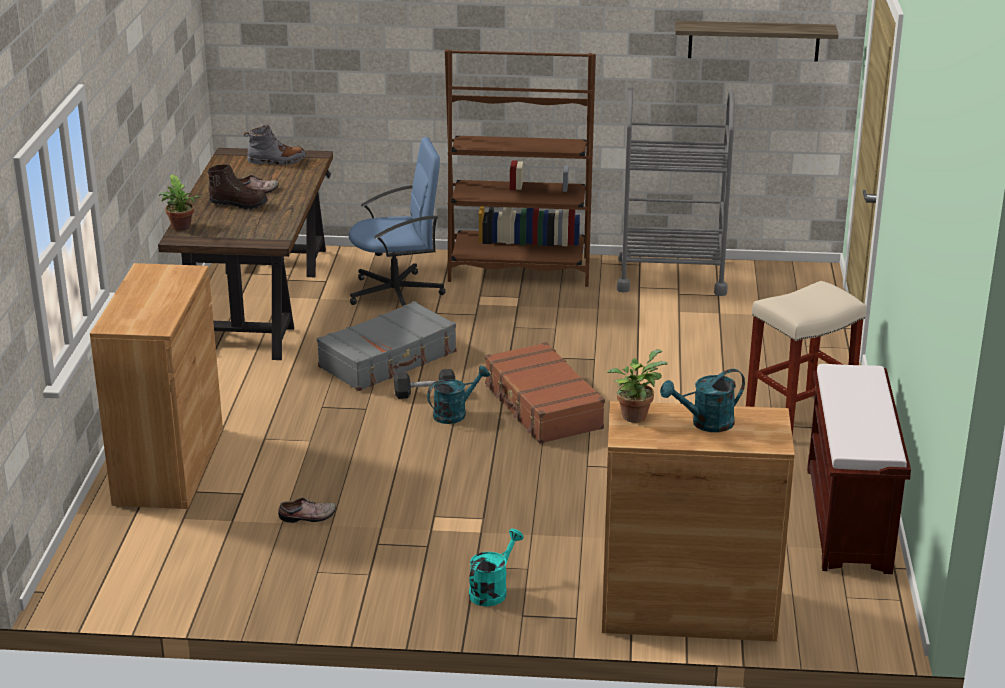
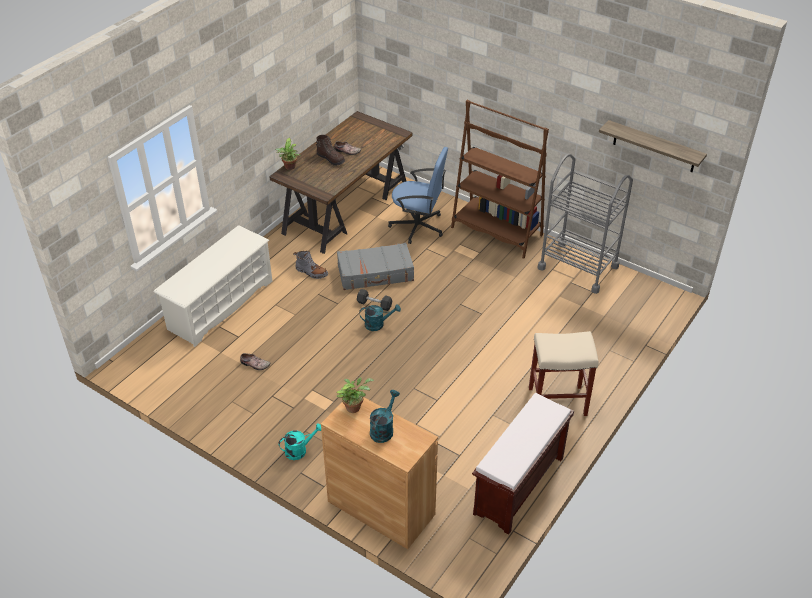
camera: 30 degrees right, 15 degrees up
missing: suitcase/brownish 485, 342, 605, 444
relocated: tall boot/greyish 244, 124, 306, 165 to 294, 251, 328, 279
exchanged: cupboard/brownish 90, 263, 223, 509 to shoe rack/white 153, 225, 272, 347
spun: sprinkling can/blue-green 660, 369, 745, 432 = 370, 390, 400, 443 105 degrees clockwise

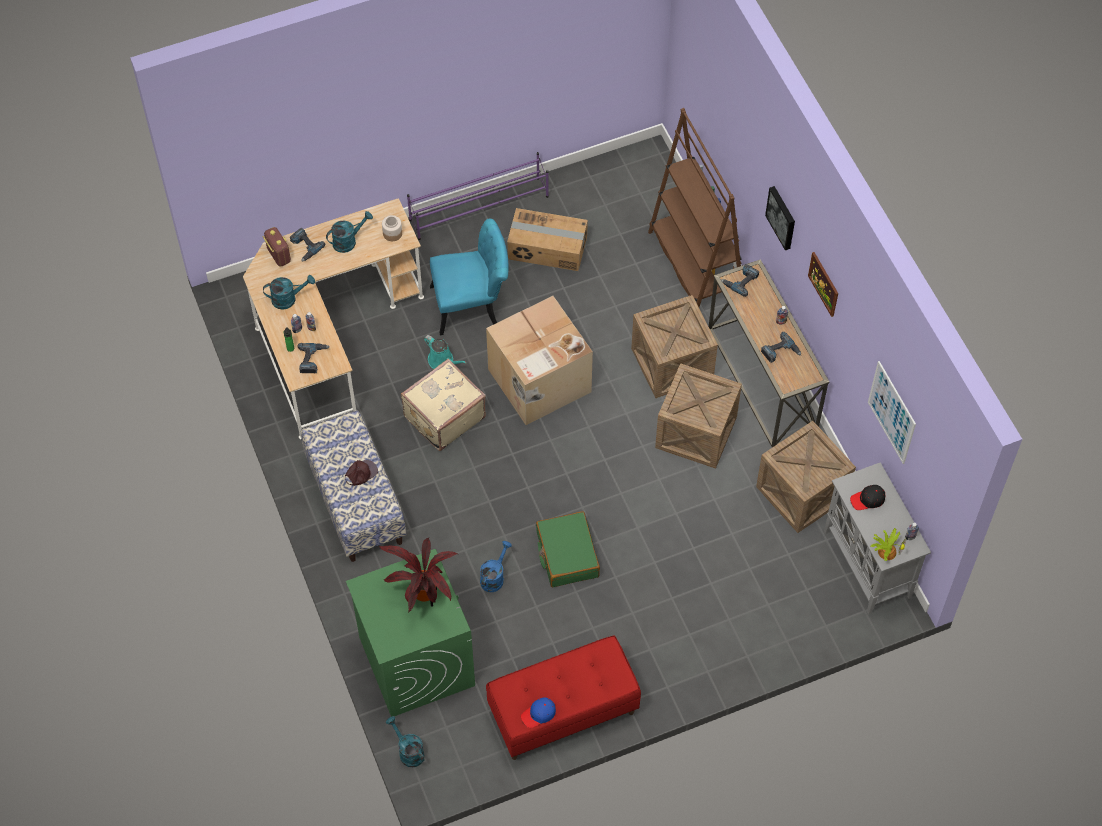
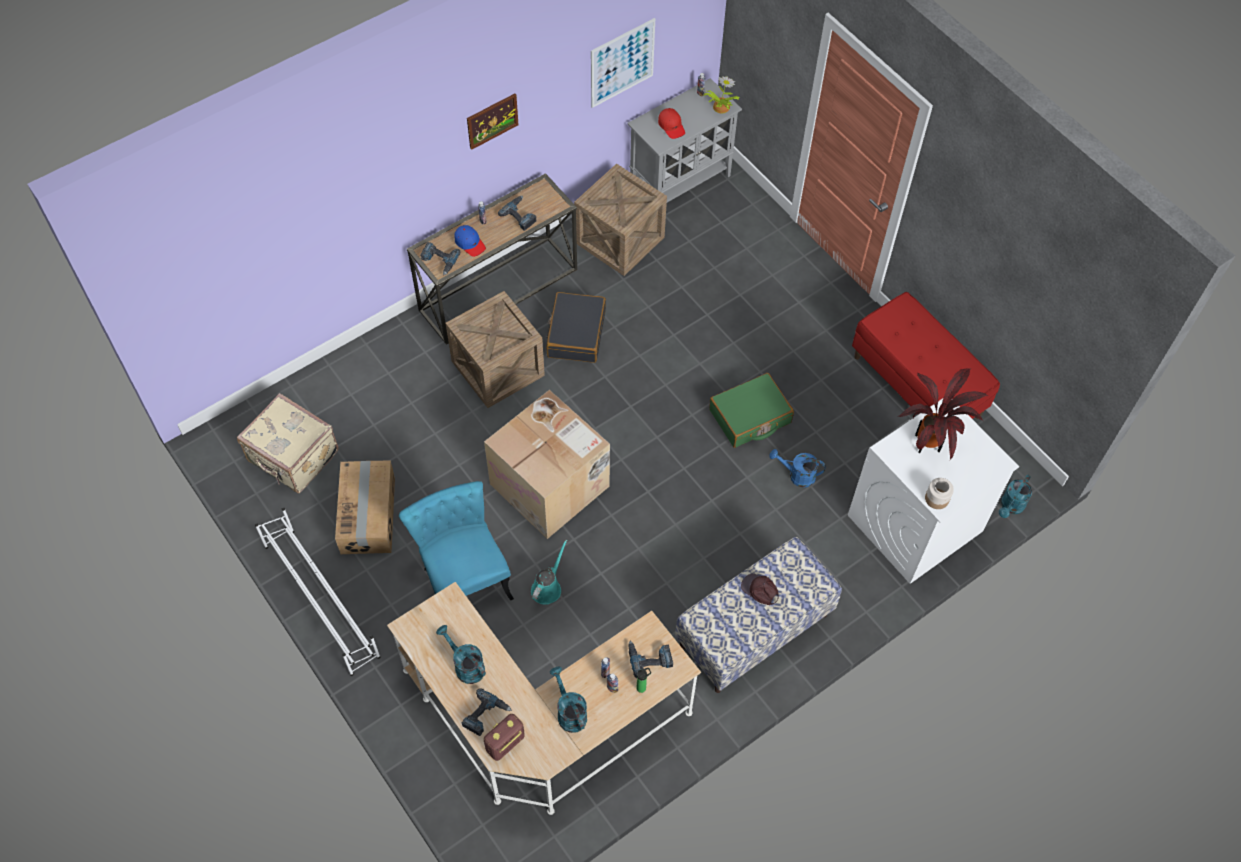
camera: 105 degrees left, 0 degrees up
missing: bookshelf/brownish 648, 108, 742, 307; picture 765, 186, 795, 250
relocated: jar 382, 215, 402, 241 to 925, 478, 954, 509; suitcase/sand-coloured 401, 359, 486, 451 to 237, 393, 339, 493; cap/blue-coloured 521, 697, 556, 728 to 454, 225, 486, 257
exchanged: packing crate 655, 363, 742, 469 to suitcase/black-coloured 546, 292, 606, 363
colour: laundry appliance/green 346, 549, 475, 717 to laundry appliance/white 848, 398, 1020, 584; shoe rack/purple-coloured 407, 152, 549, 240 to shoe rack/white 255, 507, 380, 676; cap/black-coloured 850, 485, 886, 510 to cap/red 658, 108, 685, 139

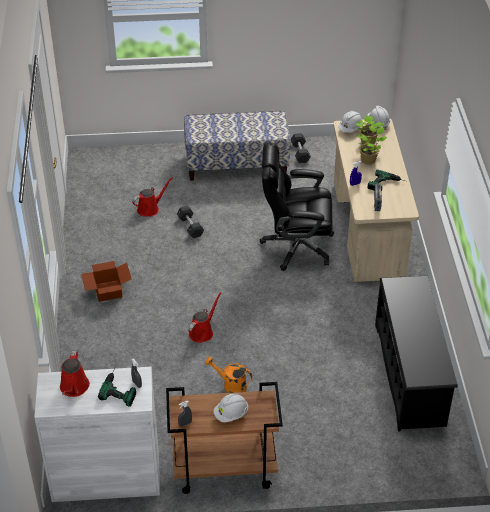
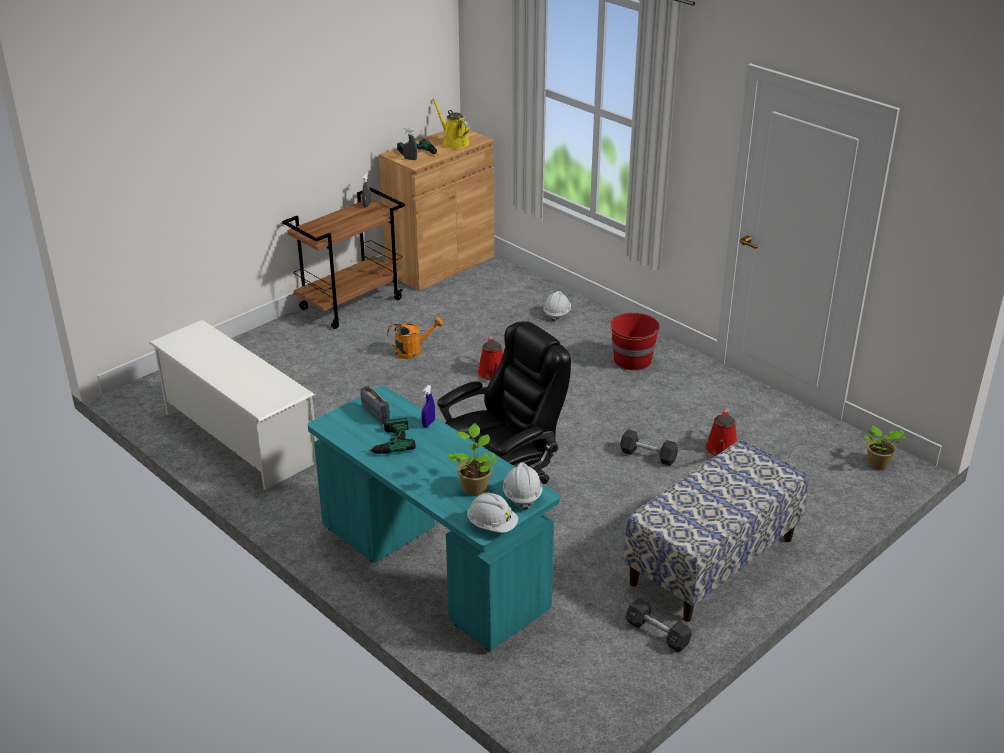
camera: 140 degrees right, 10 degrees down
relocated: safety helmet/white 214, 394, 248, 422 to 544, 291, 571, 322; plant in a pot 357, 126, 387, 165 to 864, 426, 907, 469
exchanged: packing box 81, 261, 131, 302 to water bucket/red 609, 313, 660, 370
colour: cupboard/white 34, 367, 160, 502 to cupboard/brownish 379, 130, 494, 291; sprinkling can/red 60, 351, 90, 397 to sprinkling can/yellowish 432, 99, 470, 149; desk unit/sand-coloured 333, 119, 419, 282 to desk unit/blue-green 307, 386, 560, 651; shoe rack/black-coloured 375, 275, 458, 432 to shoe rack/white 149, 320, 317, 490

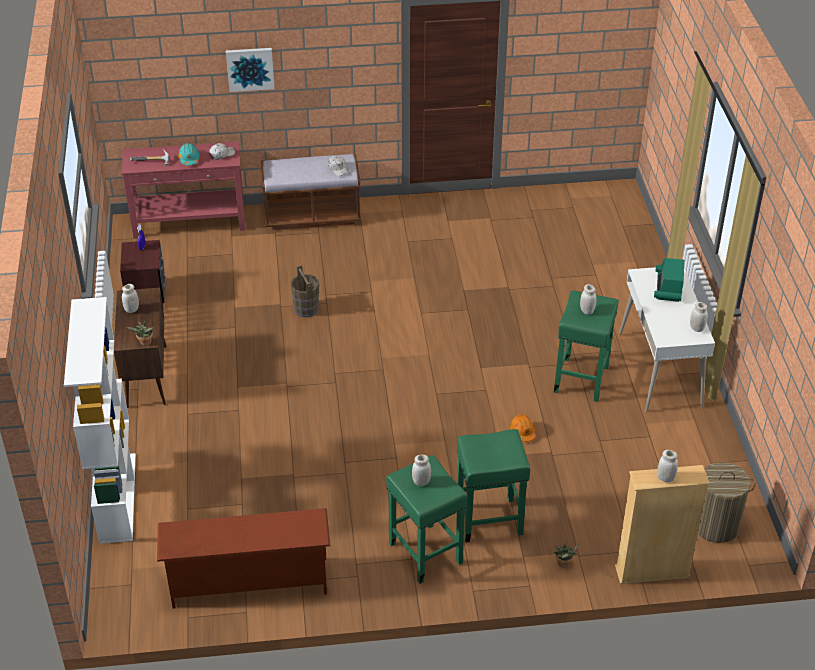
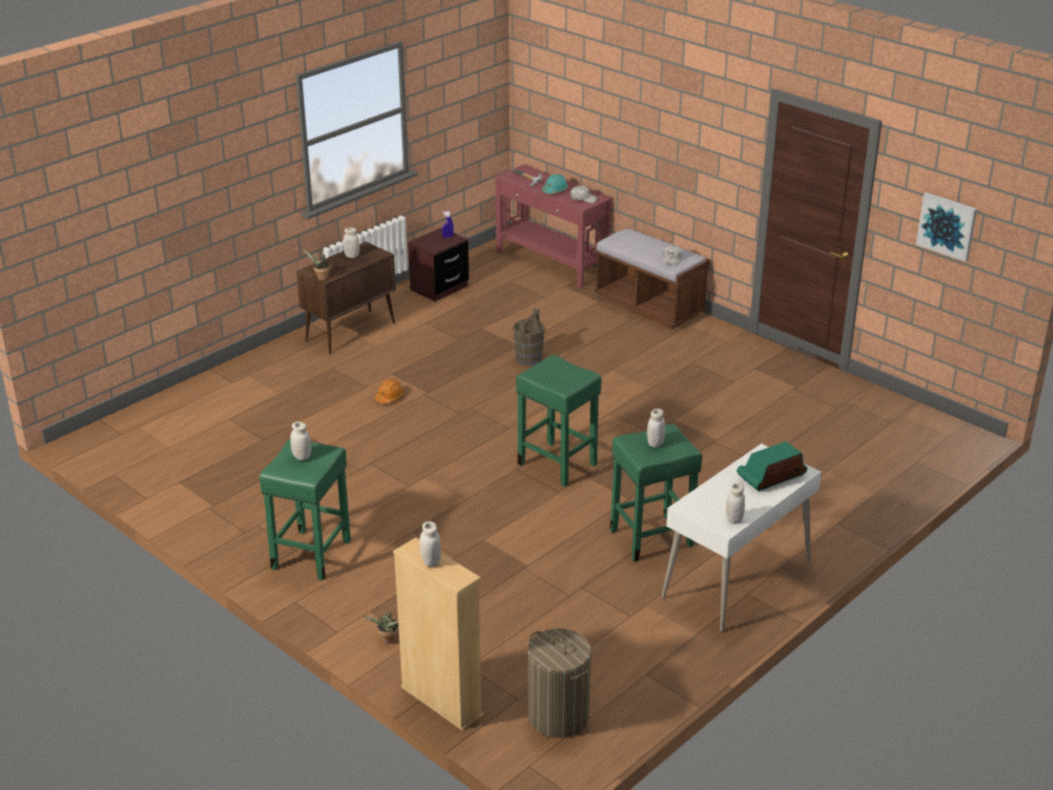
camera: 50 degrees right, 10 degrees down
missing: bookshelf/white 64, 297, 136, 544; shoe rack/brownish 157, 508, 330, 609
relocated: picture 226, 48, 275, 92 to 916, 192, 977, 262; stool/green 457, 429, 530, 543 to 516, 355, 602, 487; safety helmet/orange-coloured 509, 414, 536, 442 to 375, 379, 404, 404

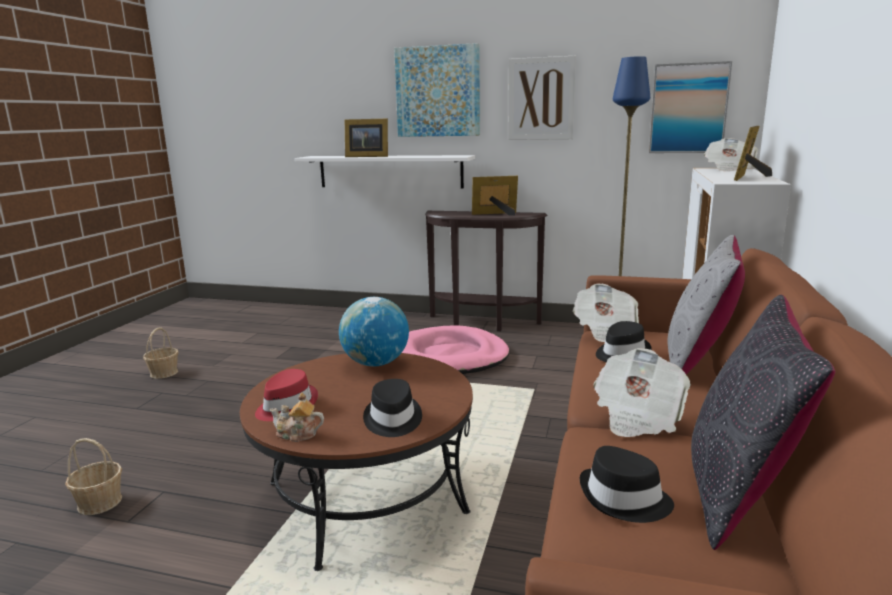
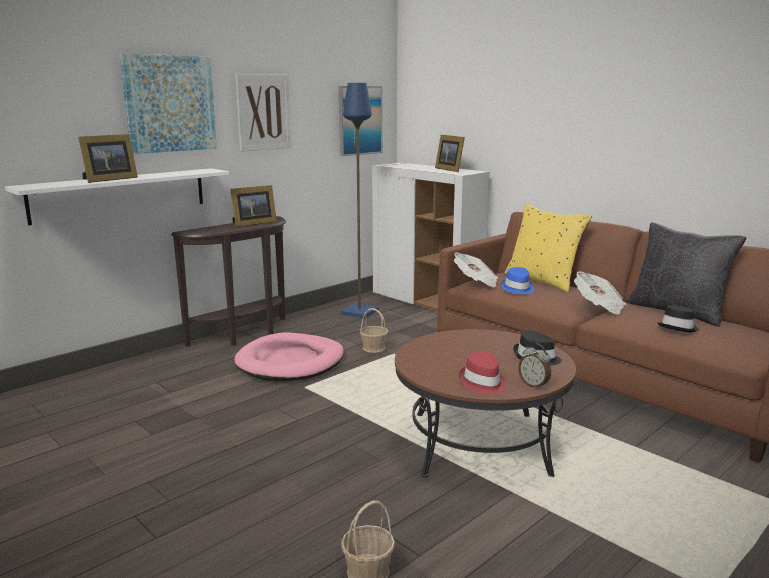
camera: 60 degrees left, 0 degrees up
missing: desk globe 339, 297, 409, 366; printed paper 704, 138, 758, 172
relocated: basket 143, 327, 179, 379 to 360, 308, 388, 353
exchanged: teapot 270, 392, 324, 442 to table clock 518, 343, 551, 389
colour: clothing hat/black-coloured 596, 321, 652, 362 to clothing hat/blue-coloured 501, 267, 534, 294; cushion/greyish 668, 235, 745, 374 to cushion/yellowish 505, 204, 592, 292
spun: standing frame 472, 176, 518, 216 = 230, 185, 277, 227 150 degrees counterclockwise

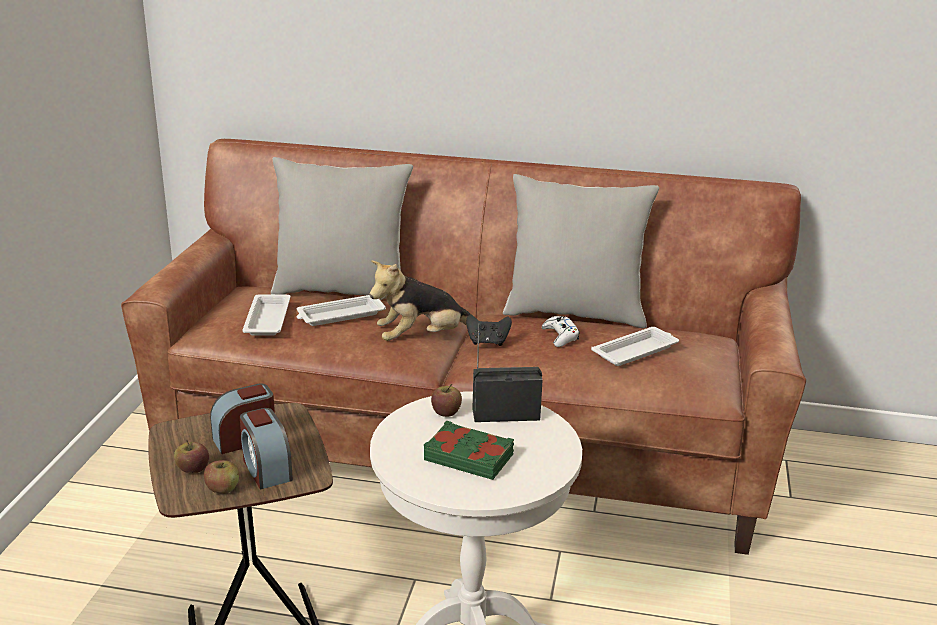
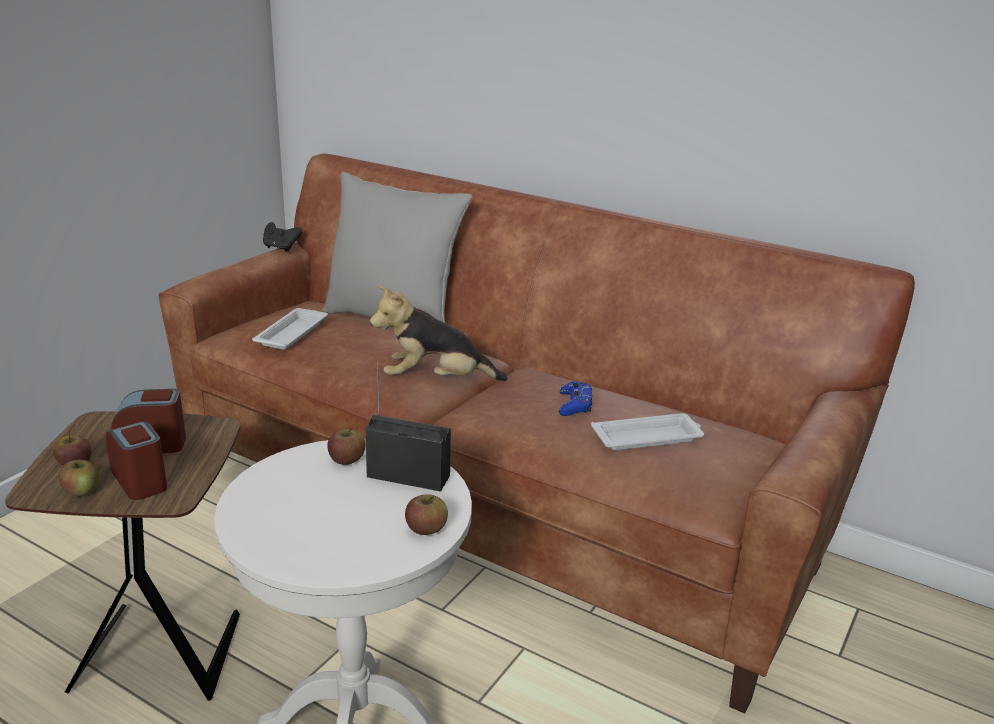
camera: 20 degrees right, 0 degrees up
missing: tray/white 297, 295, 386, 326; volume/green 424, 421, 514, 480; cushion/greyish 503, 174, 659, 328
appeared: whole apple 405, 494, 448, 535
relocated: game controller/black-coloured 466, 314, 512, 346 to 263, 222, 303, 252
colour: game controller/white 542, 316, 580, 347 to game controller/blue-coloured 559, 381, 592, 416
spun: table clock 240, 408, 293, 489 = 106, 421, 167, 500 150 degrees clockwise

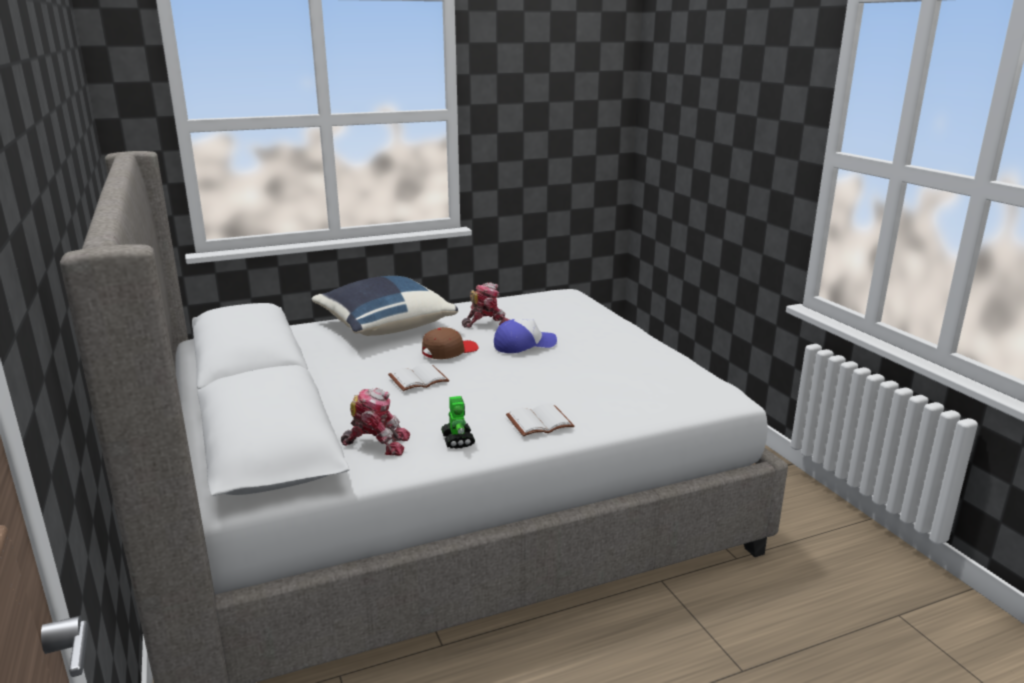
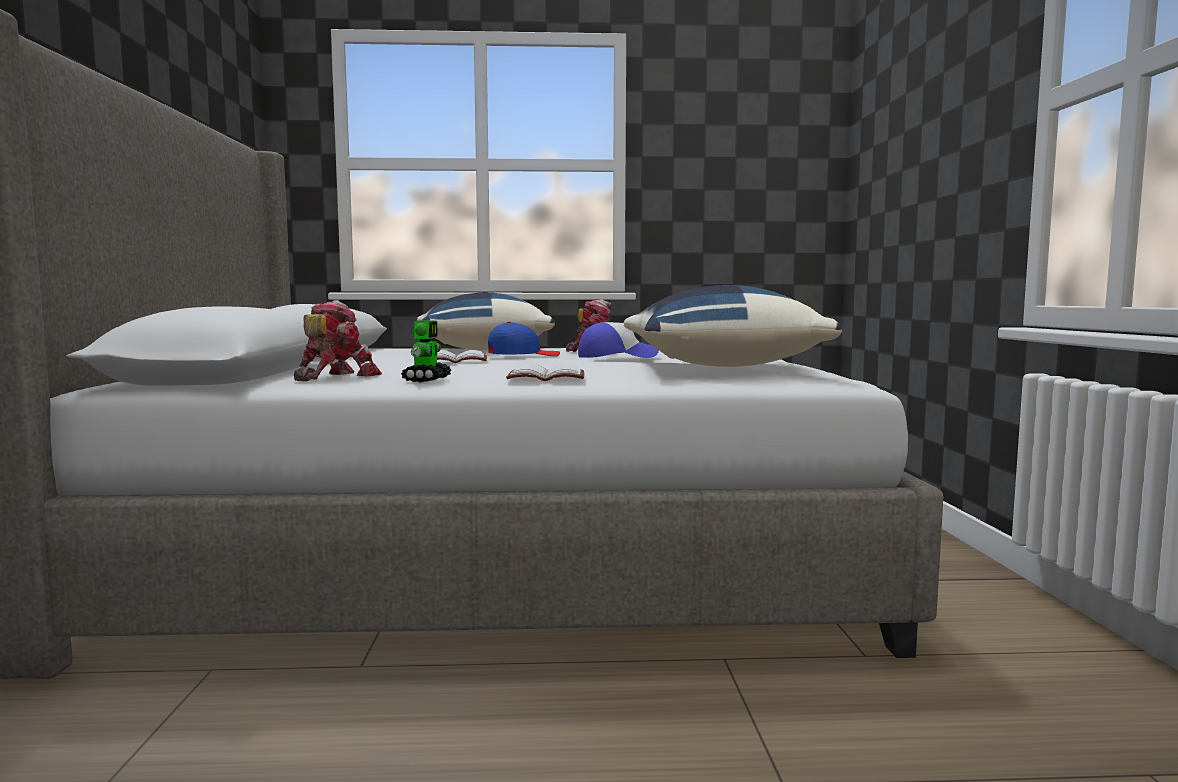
camera: 20 degrees right, 15 degrees down
appeared: cushion/blue-coloured 623, 285, 842, 367
colour: cap/brownish 422, 327, 478, 359 to cap/blue-coloured 488, 322, 560, 356
spun: model robot 341, 388, 410, 456 = 294, 300, 382, 381 90 degrees counterclockwise

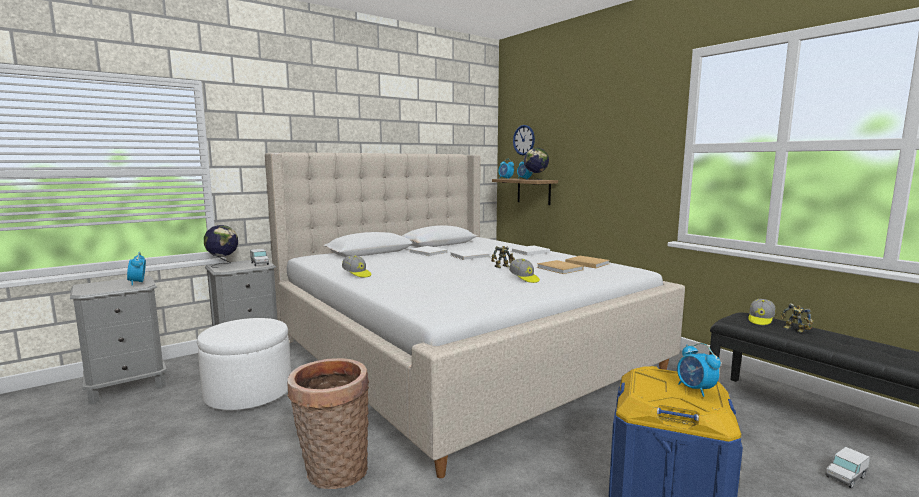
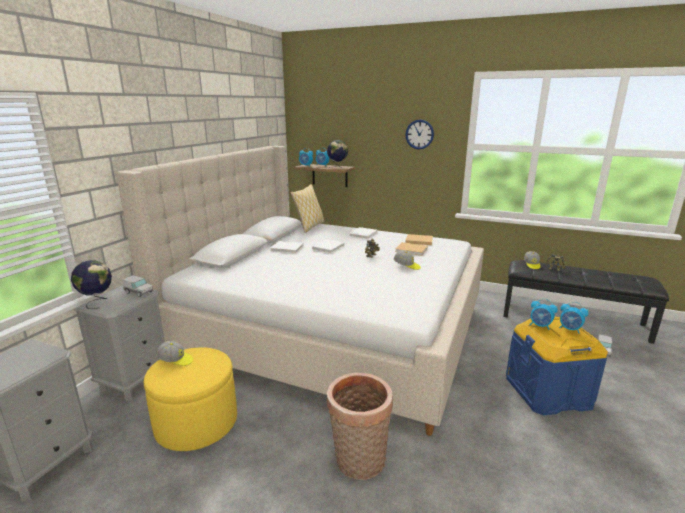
camera: 30 degrees left, 10 degrees up
appeared: cushion 291, 184, 324, 233
relocated: table clock 127, 252, 146, 285 to 530, 299, 558, 330; cap 342, 255, 371, 278 to 156, 341, 193, 366; clock on the wall 513, 125, 535, 155 to 405, 119, 434, 149
colour: pouffe/white 197, 318, 291, 410 to pouffe/yellowish 144, 348, 237, 451

